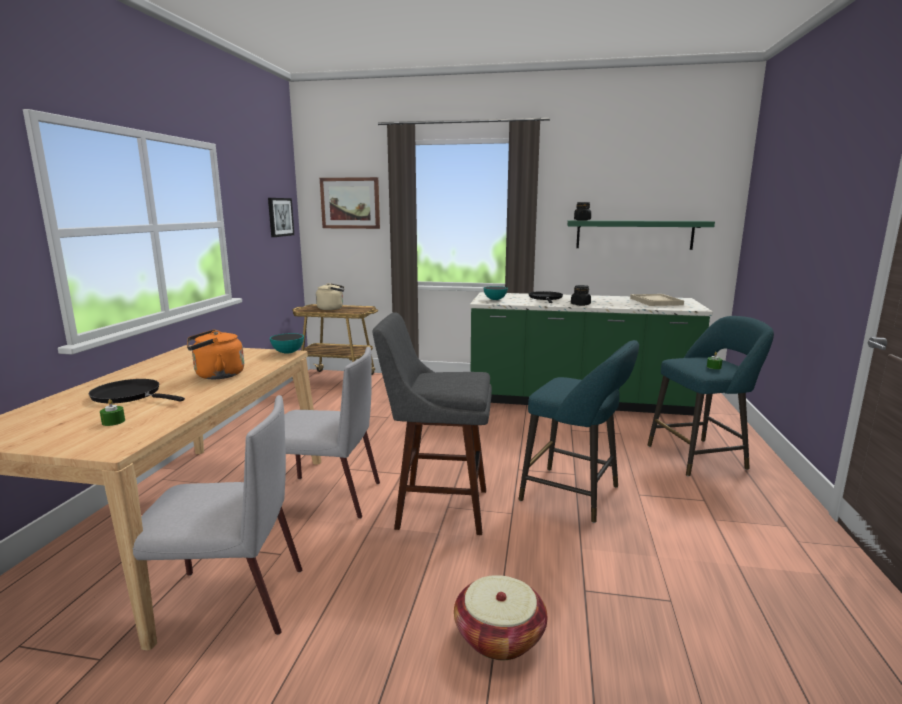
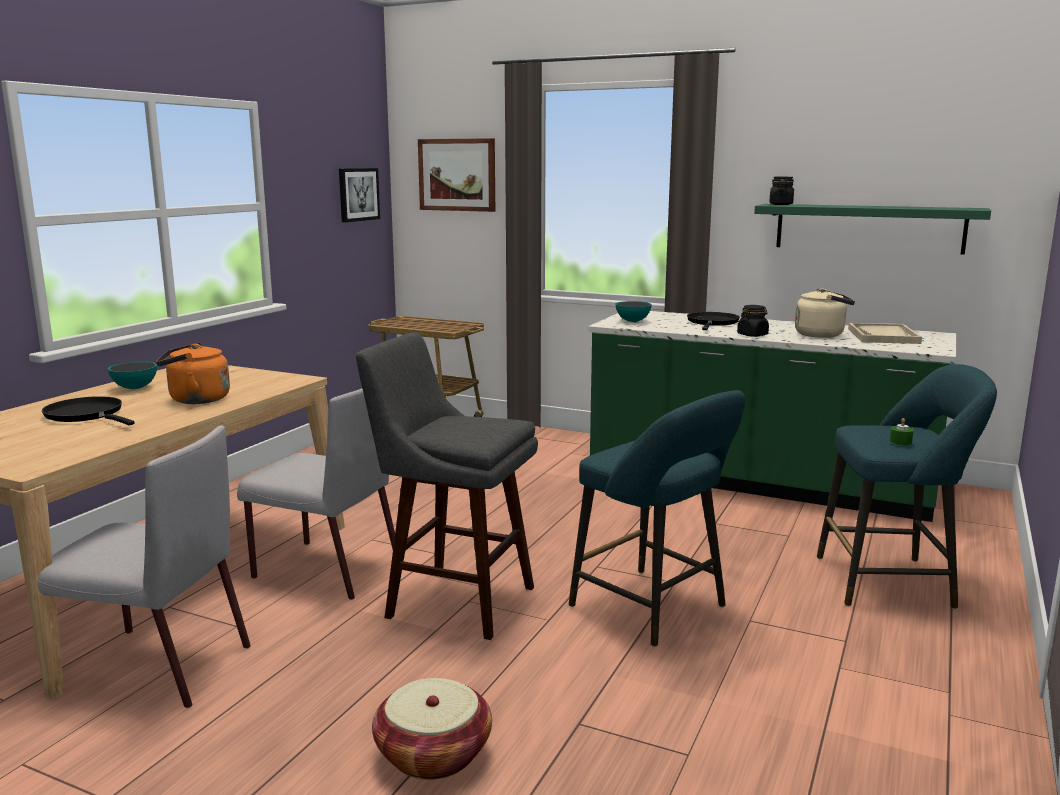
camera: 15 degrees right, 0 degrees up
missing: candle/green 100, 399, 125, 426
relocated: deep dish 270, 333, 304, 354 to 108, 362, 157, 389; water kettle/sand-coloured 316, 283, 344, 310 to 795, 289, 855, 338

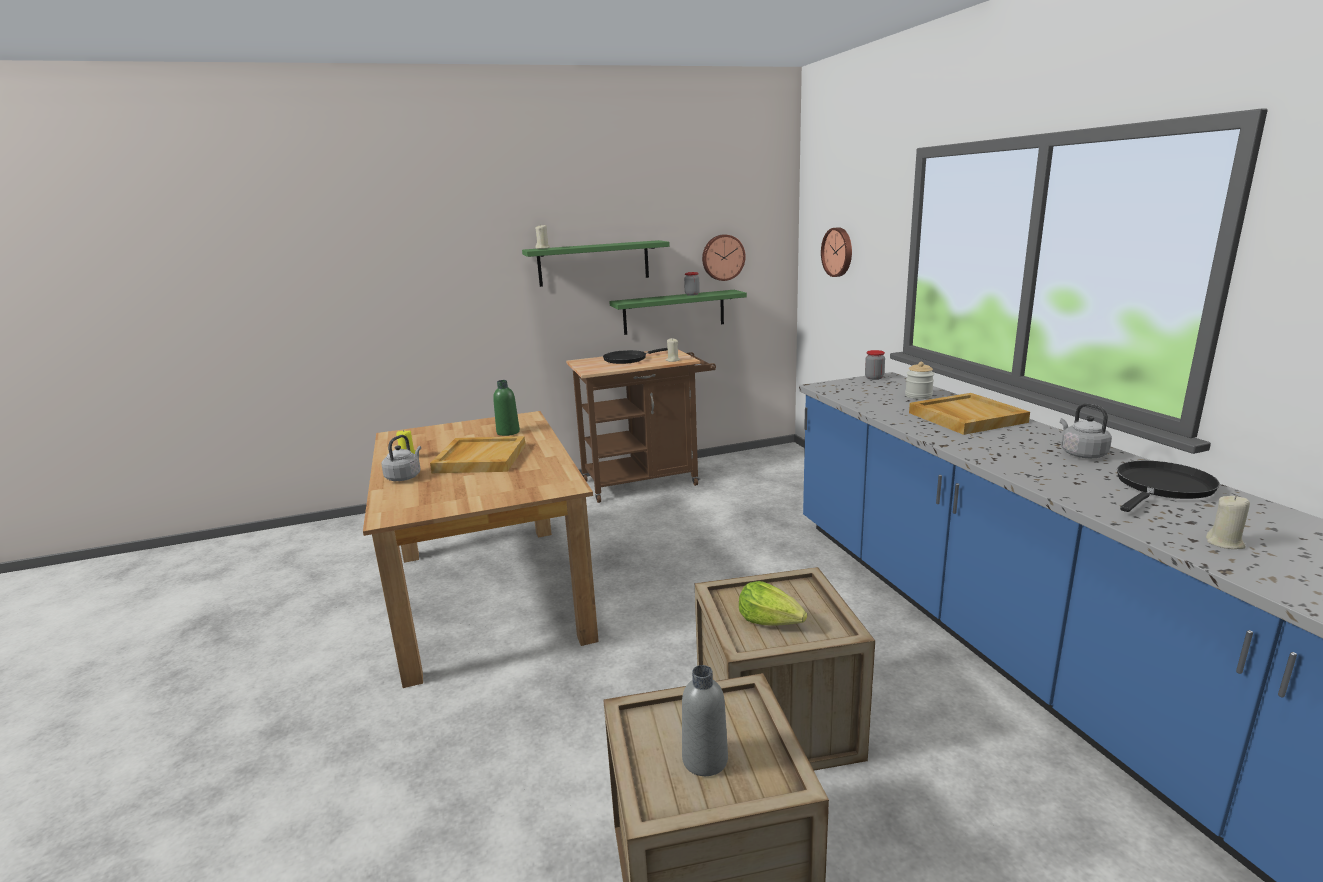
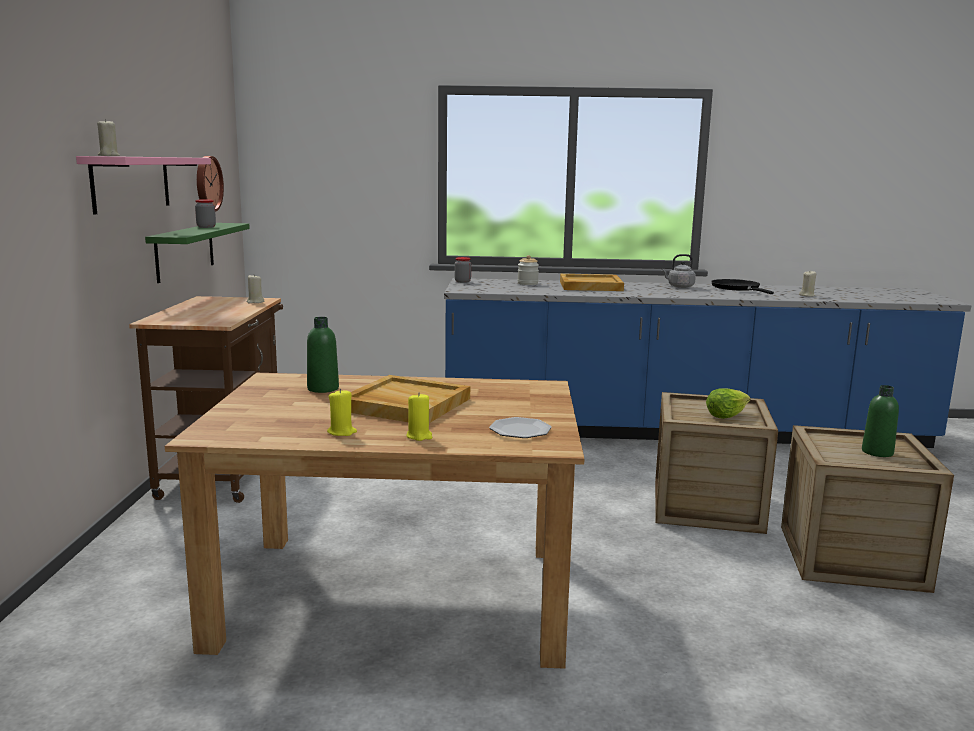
camera: 70 degrees left, 5 degrees down
missing: frying pan/black-coloured 603, 348, 668, 364; clock on the wall 821, 227, 852, 277
appeared: plate 489, 417, 552, 438
exchanged: water kettle/greyish 381, 435, 421, 481 to candle/yellowish 406, 392, 432, 441
colour: wall shelf/green 522, 240, 670, 287 to wall shelf/pinkish 76, 156, 211, 214; bottle/greyish 682, 665, 728, 776 to bottle/green 862, 385, 899, 457

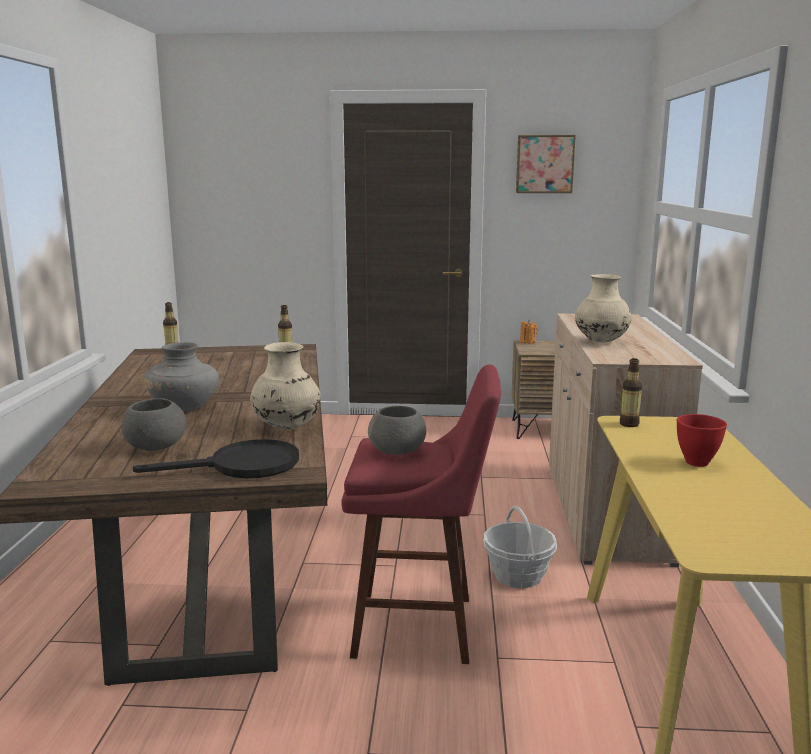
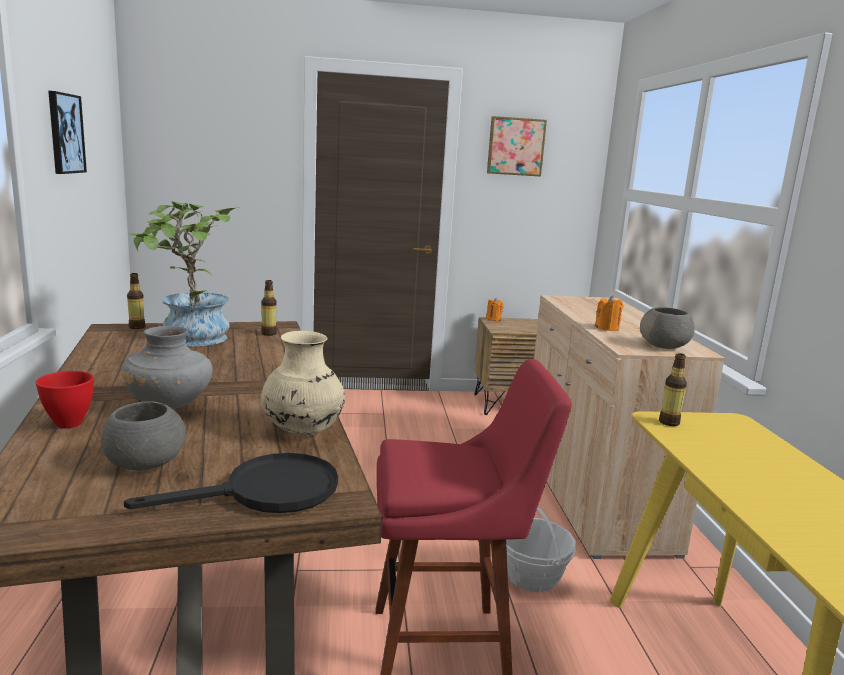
camera: 10 degrees left, 0 degrees up
appeared: picture 48, 91, 87, 174; plant in a pot 128, 201, 240, 346
relocated: deep dish/greyish 368, 406, 426, 455 to 640, 307, 695, 349; deep dish/red 677, 414, 727, 467 to 36, 371, 94, 428
exchanged: vase/sand-coloured 575, 274, 631, 343 to candle/orange-coloured 595, 295, 623, 331

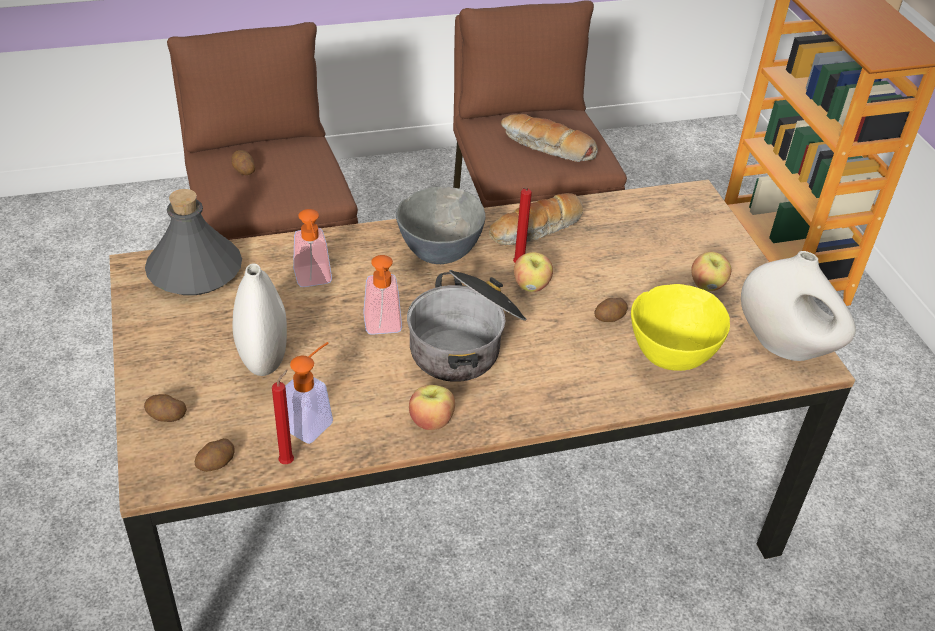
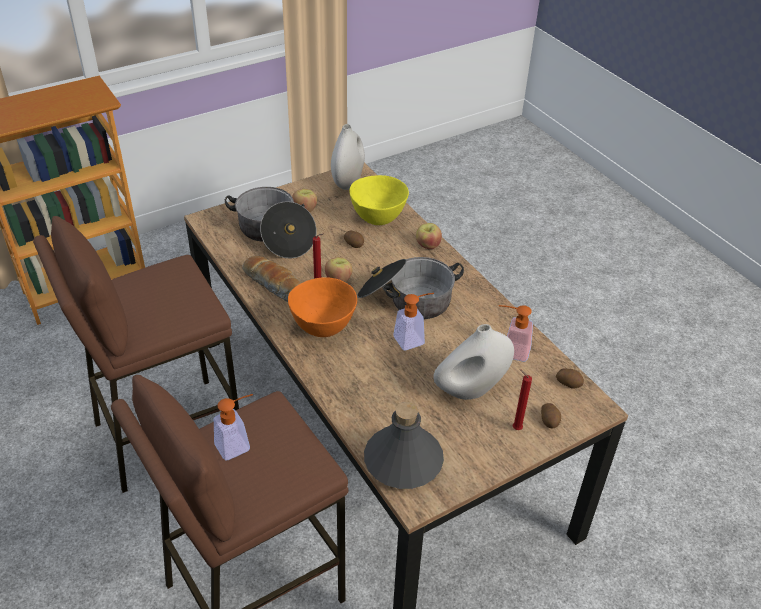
camera: 105 degrees left, 0 degrees up
missing: whole potato 232, 150, 255, 175; bakery bread 501, 114, 598, 162
appeared: cooking pot 225, 187, 316, 258
relocated: candle/red 272, 370, 294, 464 to 513, 369, 532, 430; soap bottle 293, 209, 332, 287 to 214, 394, 253, 461; whole apple 409, 385, 455, 430 to 416, 223, 442, 249
colour: deep dish/greyish 396, 187, 486, 264 to deep dish/orange-coloured 288, 277, 357, 337

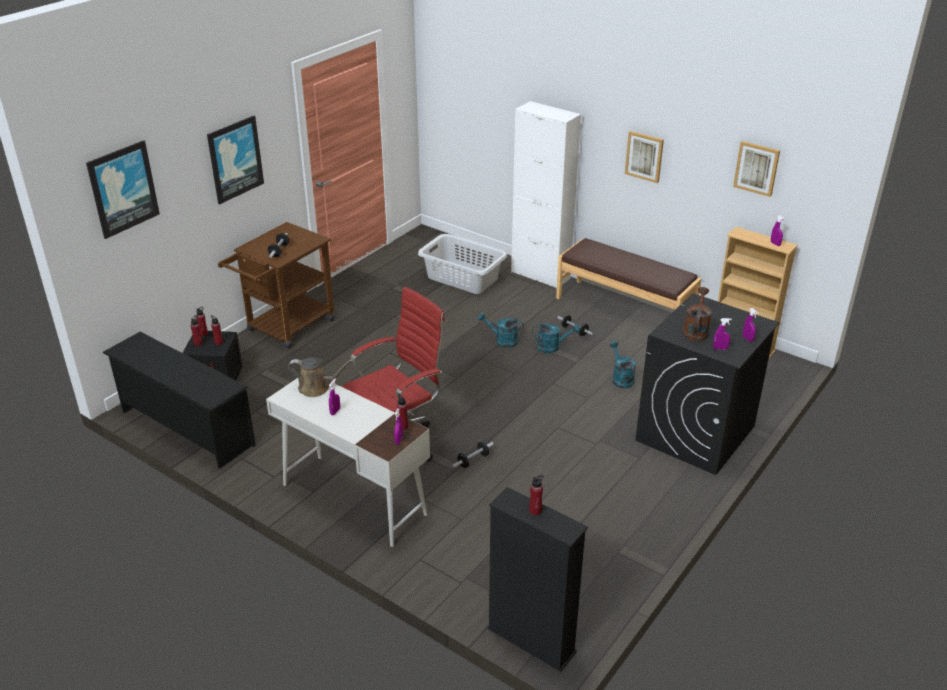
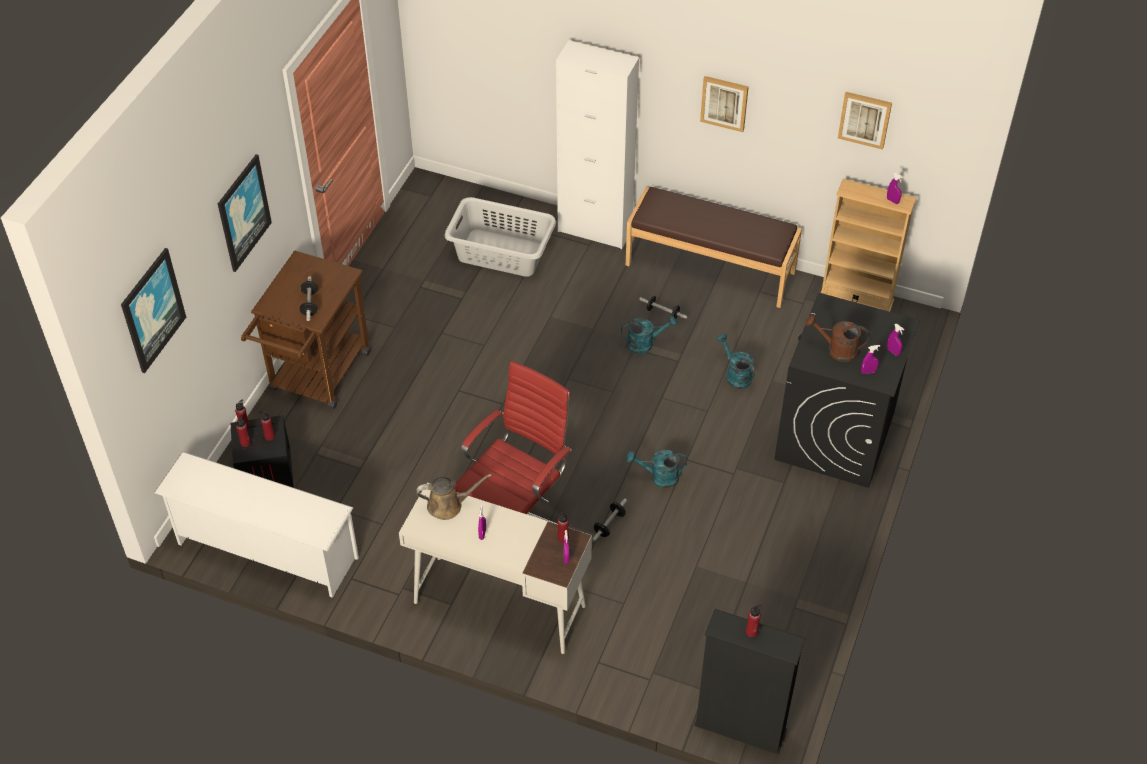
camera: 15 degrees left, 15 degrees up
relocated: sprinkling can/blue-green 478, 312, 524, 348 to 626, 450, 687, 488
colour: shoe rack/black-coloured 103, 332, 256, 469 to shoe rack/white 154, 452, 359, 598
spun: sprinkling can/brownish 683, 287, 712, 341 = 806, 315, 869, 362 75 degrees counterclockwise

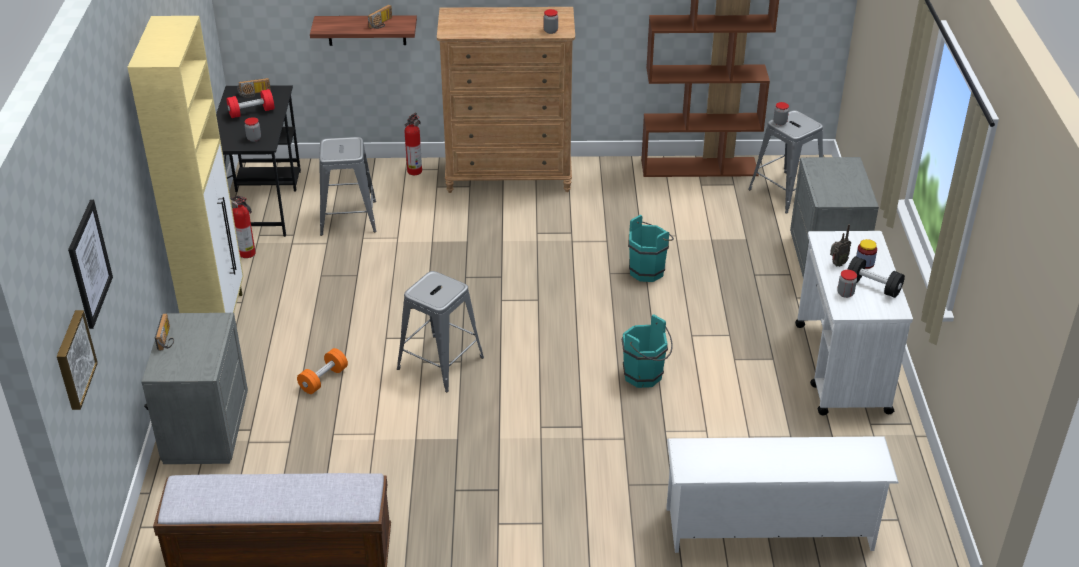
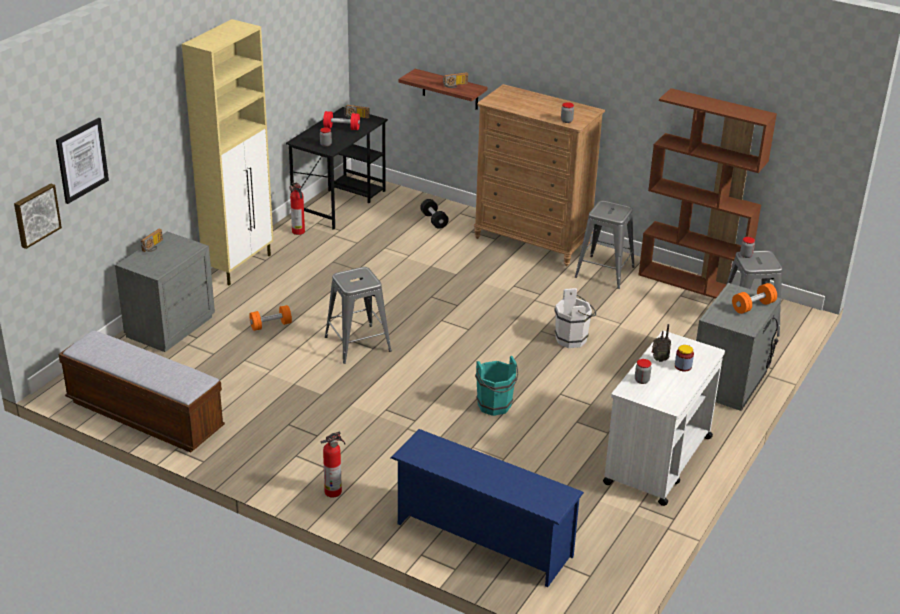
camera: 30 degrees right, 5 degrees down
appeared: free weight/orange-coloured 732, 283, 777, 314
relocated: stool/greyish 319, 137, 377, 236 to 575, 200, 634, 289; fire-fighting cylinder 405, 113, 422, 175 to 320, 431, 345, 498; free weight/black-coloured 847, 256, 905, 298 to 420, 199, 449, 229
colour: water bucket/blue-green 628, 215, 674, 282 to water bucket/white 554, 288, 596, 348; shoe rack/white 666, 436, 899, 553 to shoe rack/blue-coloured 391, 429, 584, 587

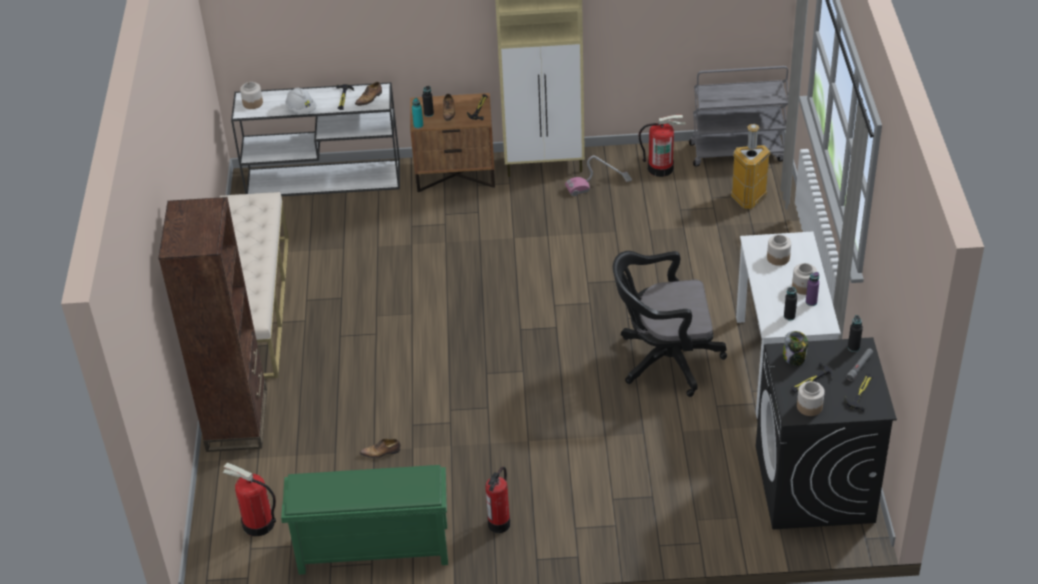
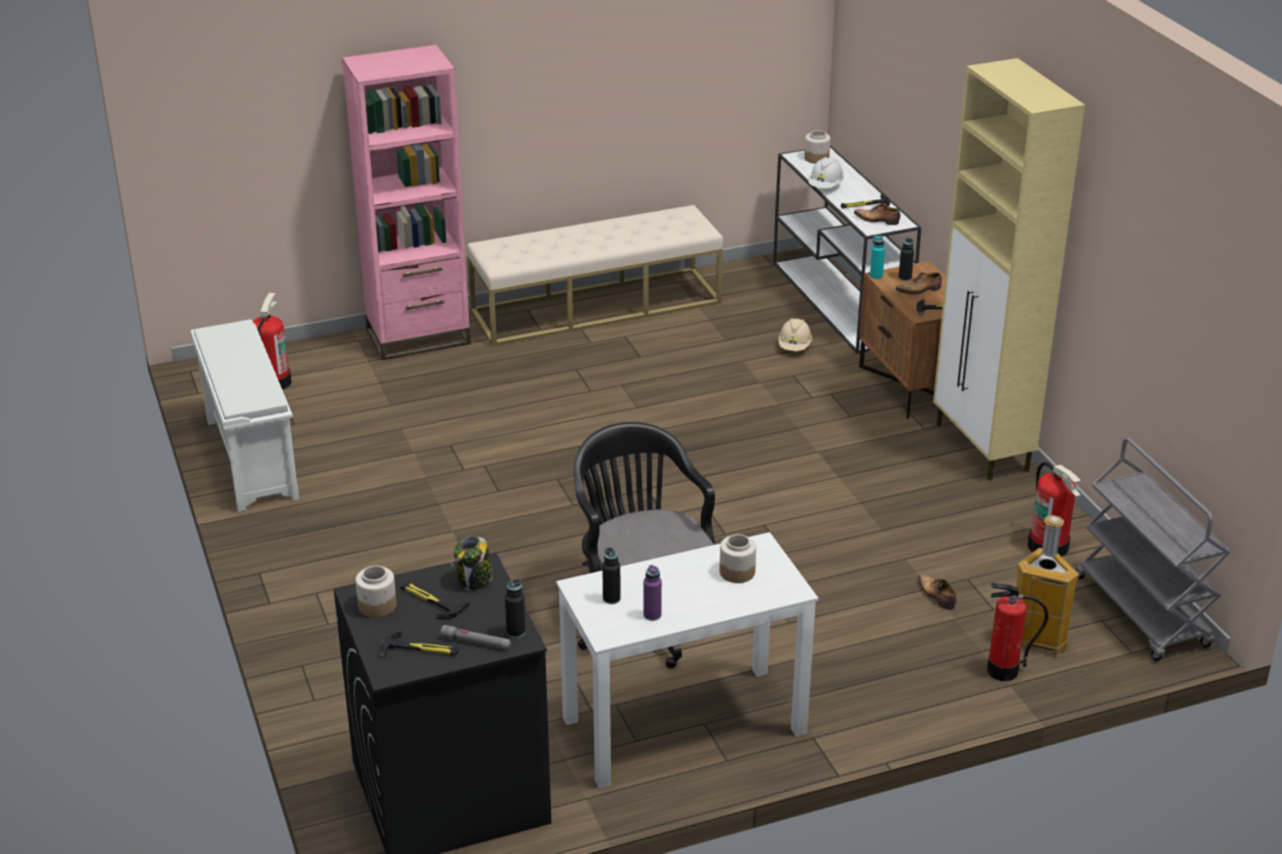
camera: 70 degrees right, 10 degrees down
missing: vacuum 565, 155, 632, 196; jar 792, 263, 817, 295
appeared: safety helmet/sand-coloured 778, 318, 812, 351
relocated: item of footwear 360, 439, 400, 458 to 918, 573, 956, 610; fire-fighting cylinder 485, 467, 510, 533 to 987, 583, 1049, 681
colour: bookshelf/brownish 158, 197, 267, 452 to bookshelf/pinkish 342, 45, 471, 361; shoe rack/green 281, 465, 448, 575 to shoe rack/white 191, 319, 299, 512

